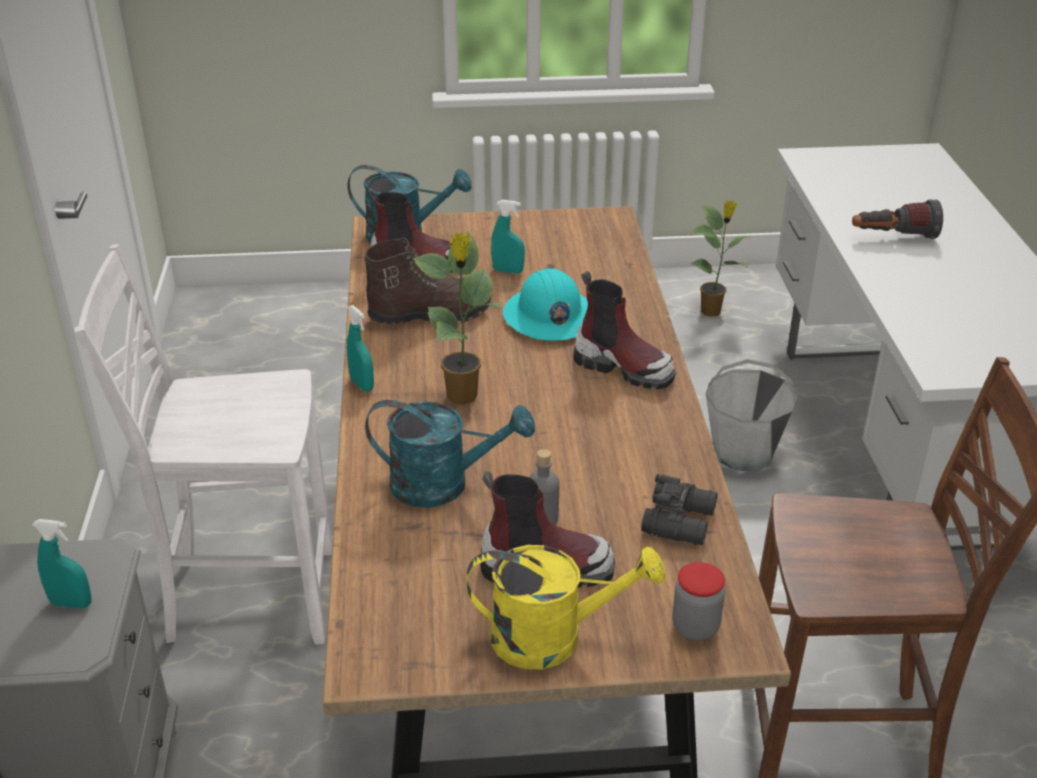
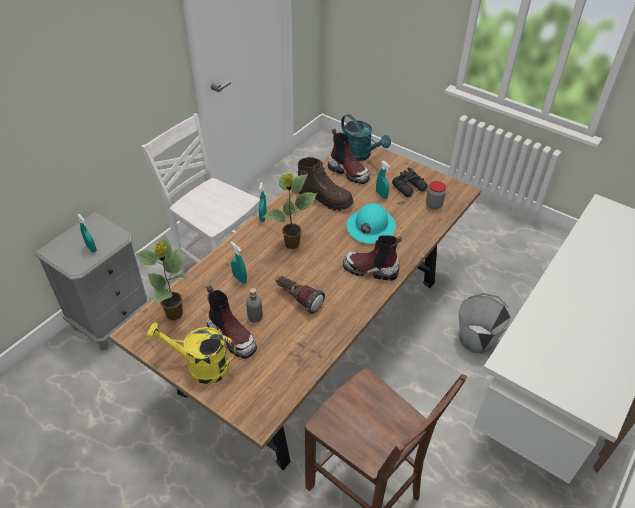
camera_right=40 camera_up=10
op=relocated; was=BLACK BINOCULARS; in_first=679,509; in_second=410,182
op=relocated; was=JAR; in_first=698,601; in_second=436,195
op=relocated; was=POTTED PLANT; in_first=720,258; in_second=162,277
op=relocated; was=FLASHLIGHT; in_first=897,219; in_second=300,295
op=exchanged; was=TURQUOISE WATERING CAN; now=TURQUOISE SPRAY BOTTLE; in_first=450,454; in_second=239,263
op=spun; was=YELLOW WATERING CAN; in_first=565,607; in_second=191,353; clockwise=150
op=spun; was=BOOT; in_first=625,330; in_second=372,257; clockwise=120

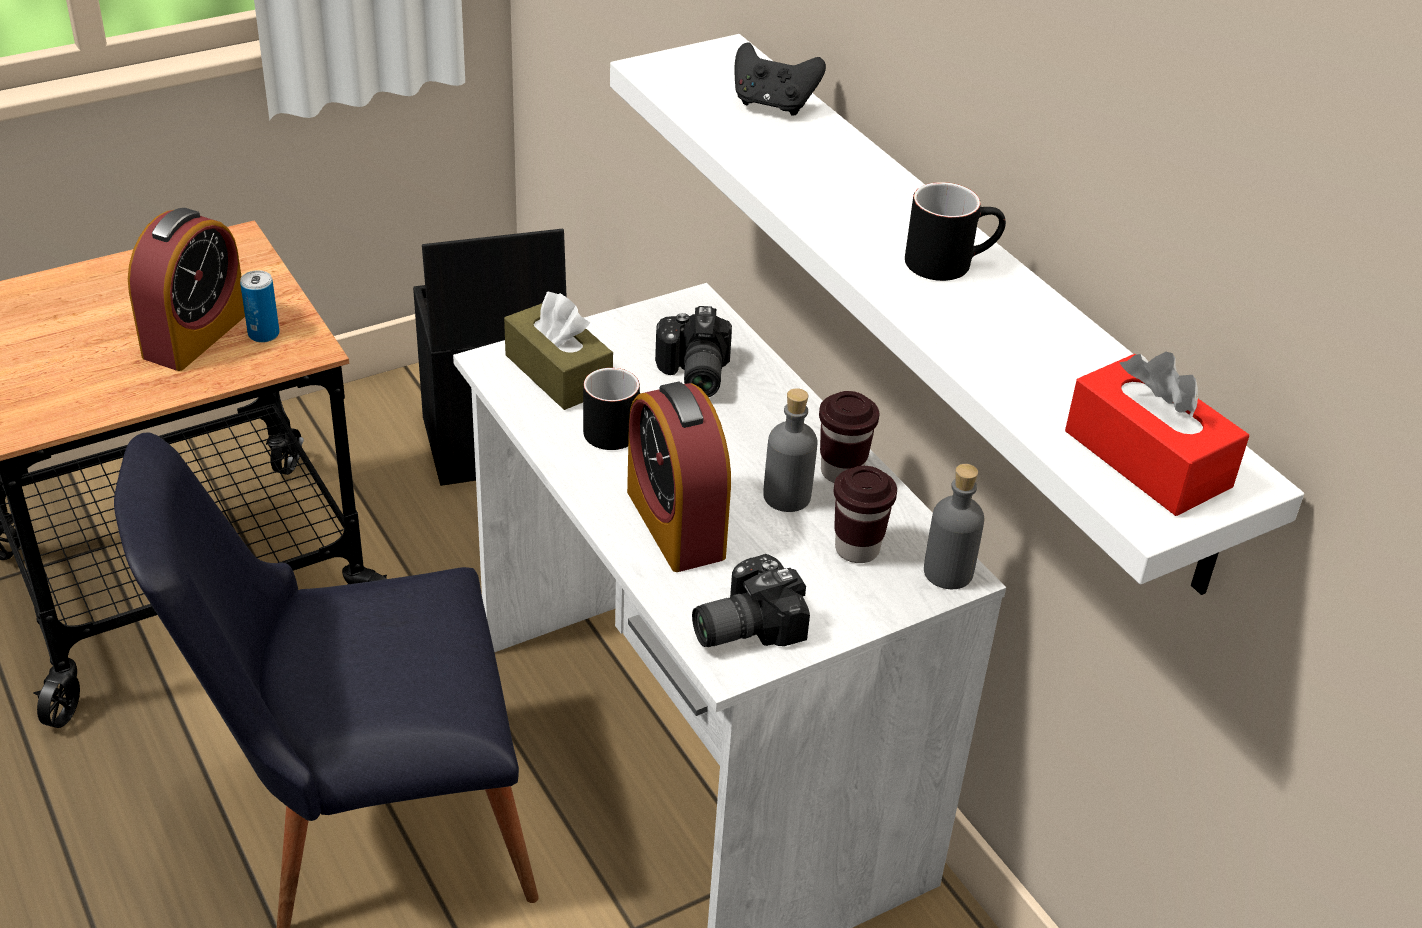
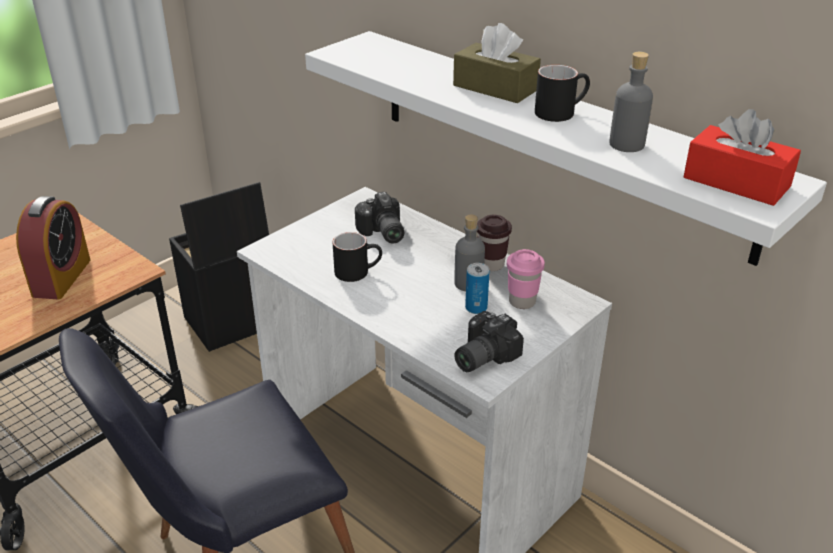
camera_right=-15 camera_up=-5
op=missing; was=ALARM CLOCK; in_first=679,477
op=missing; was=BLACK GAME CONTROLLER; in_first=780,79
op=relocated; was=CAN; in_first=260,306; in_second=477,288
op=relocated; was=BROWN TISSUE BOX; in_first=558,351; in_second=497,63
op=relocated; was=GREY BOTTLE; in_first=954,526; in_second=631,102
op=colour; was=BROWN CUP; now=PINK CUP; in_first=865,514; in_second=526,279

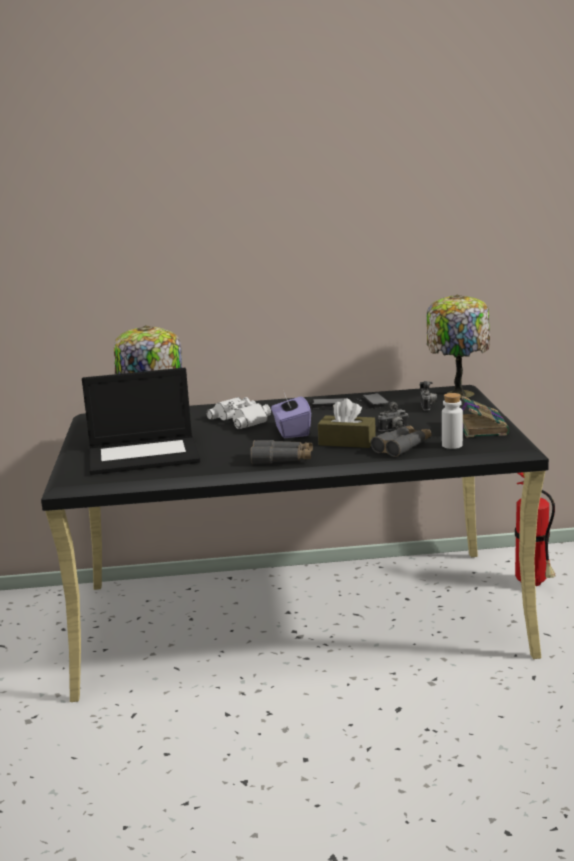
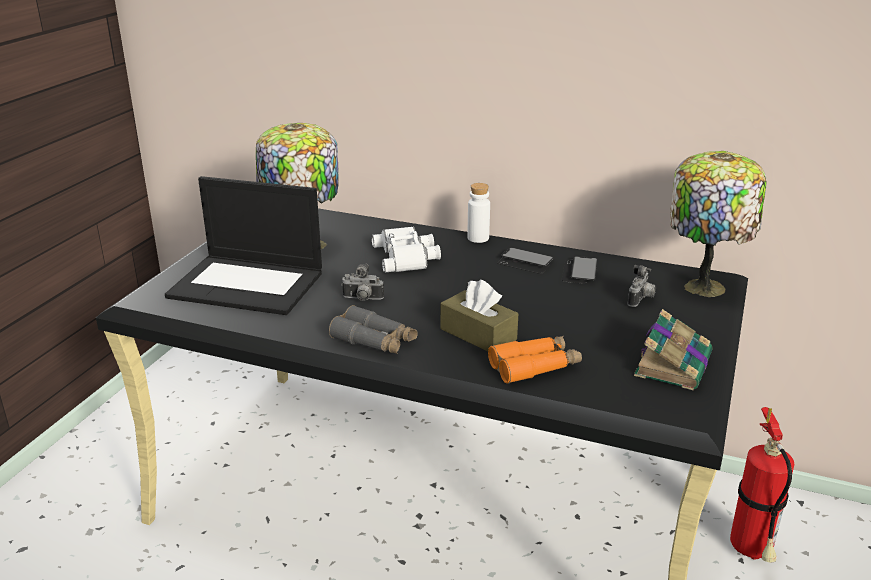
camera_right=25 camera_up=10
op=missing; was=PURPLE TISSUE BOX; in_first=291,415
op=relocated; was=PHOTO CAMERA; in_first=393,417; in_second=362,282
op=relocated; was=WHITE BOTTLE; in_first=452,421; in_second=478,213
op=colour; was=GREY BINOCULARS; now=ORANGE BINOCULARS; in_first=401,441; in_second=535,360

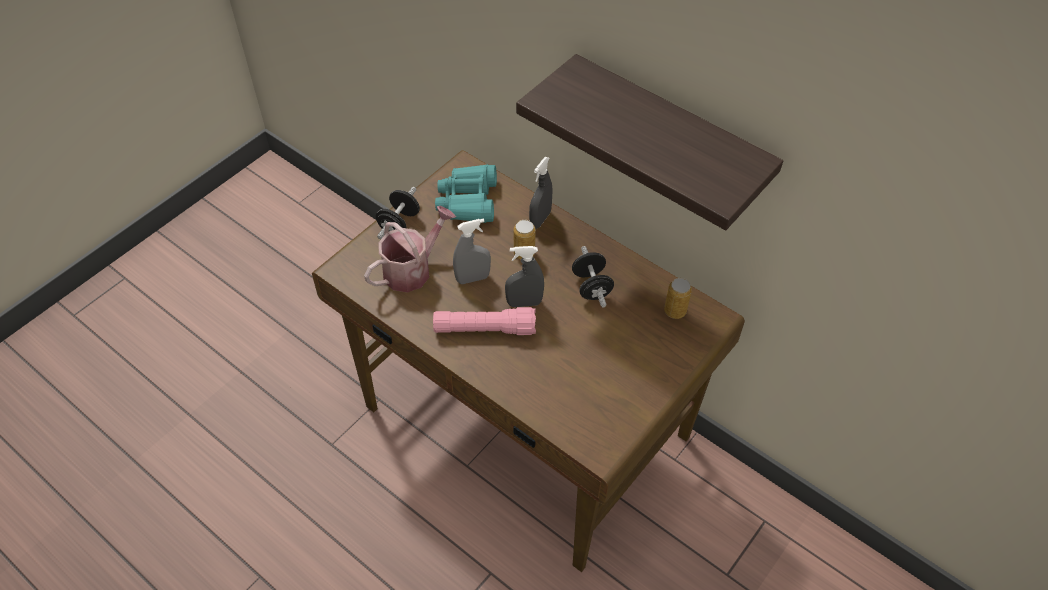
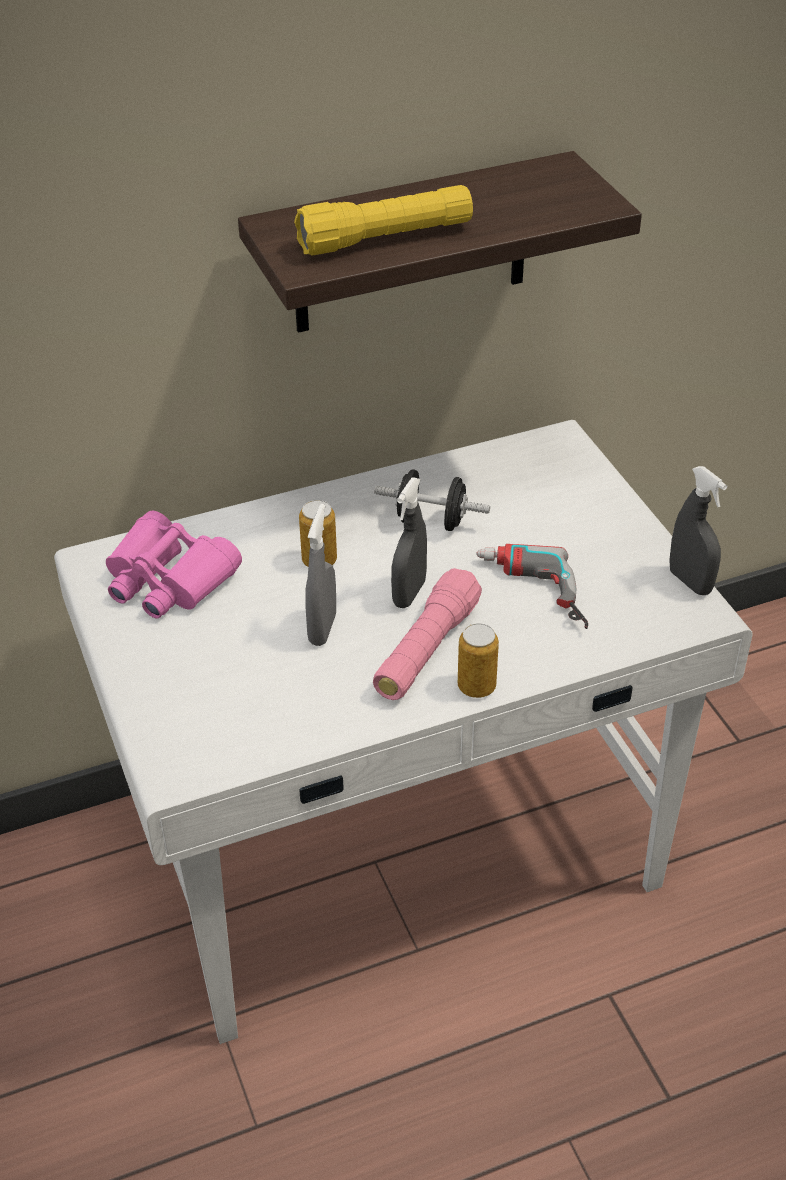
camera_right=-60 camera_up=-10
op=missing; was=WATERING CAN; in_first=410,249
op=missing; was=BLACK DUMBBELL; in_first=398,213
op=appeared; now=YELLOW FLASHLIGHT; in_second=383,220
op=appeared; now=POWER DRILL; in_second=532,586
op=relocated; was=GREY SPRAY BOTTLE; in_first=541,193; in_second=698,530
op=relocated; was=CAN; in_first=678,298; in_second=478,660
op=colour; was=BROWN DESK; now=WHITE DESK; in_first=528,361; in_second=403,732
op=colour; was=TURQUOISE BINOCULARS; now=PINK BINOCULARS; in_first=466,193; in_second=174,564

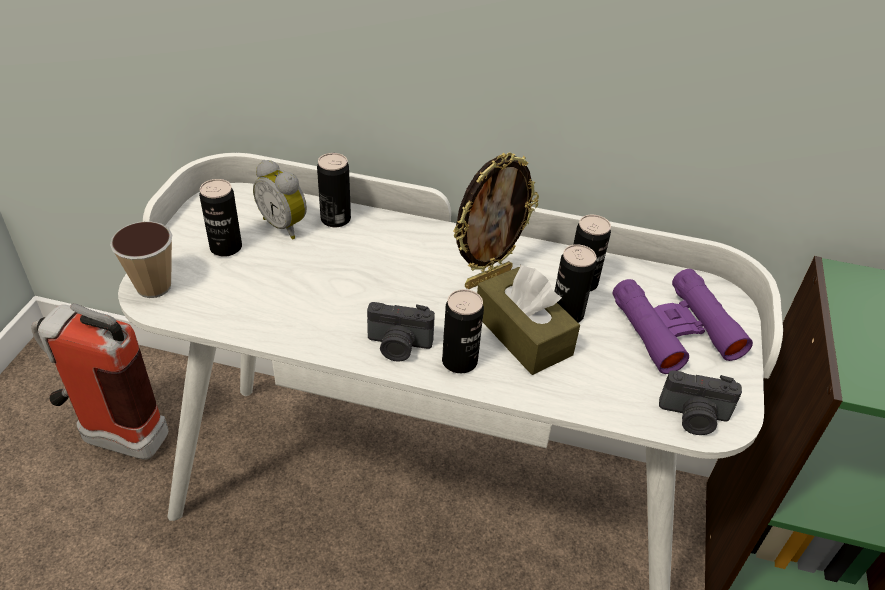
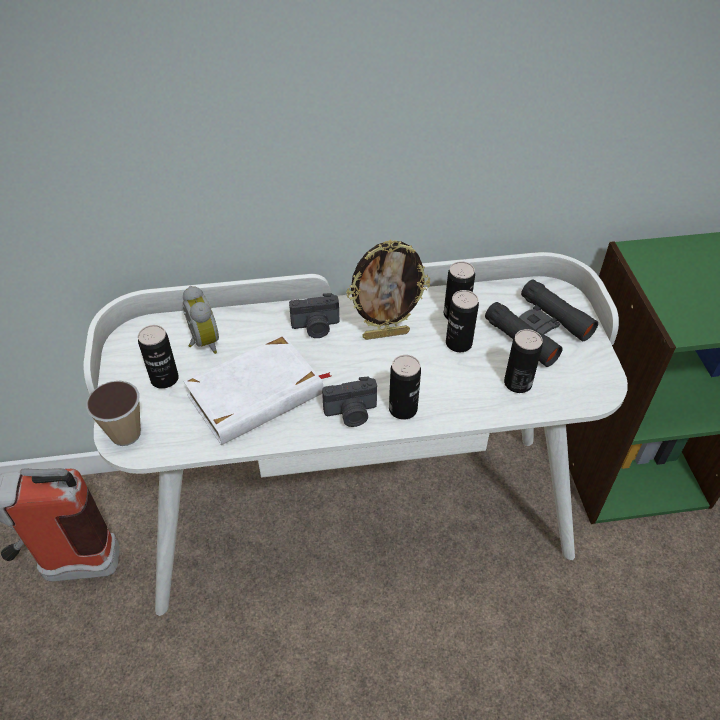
camera_right=-20 camera_up=5
op=missing; was=BROWN TISSUE BOX; in_first=528,319
op=appeared; now=WHITE BOOK; in_second=257,390
op=relocated; was=CAN; in_first=334,190; in_second=523,361
op=relocated; was=PHOTO CAMERA; in_first=700,402; in_second=314,315
op=colour; was=PURPLE BINOCULARS; now=BLACK BINOCULARS; in_first=683,321; in_second=541,323
op=spun; was=ALARM CLOCK; in_first=280,199; in_second=201,320; clockwise=-135
op=spun; was=PICTURE FRAME; in_first=496,220; in_second=388,290; clockwise=45

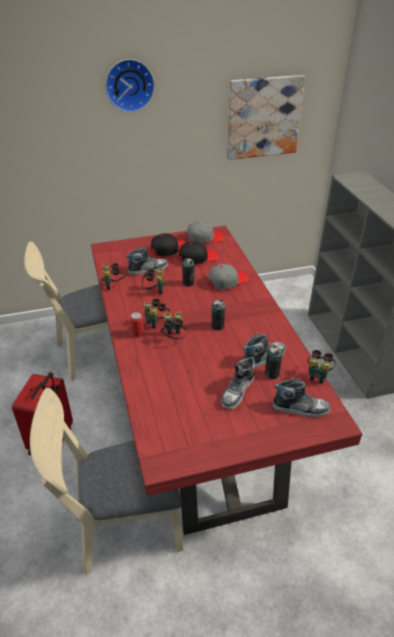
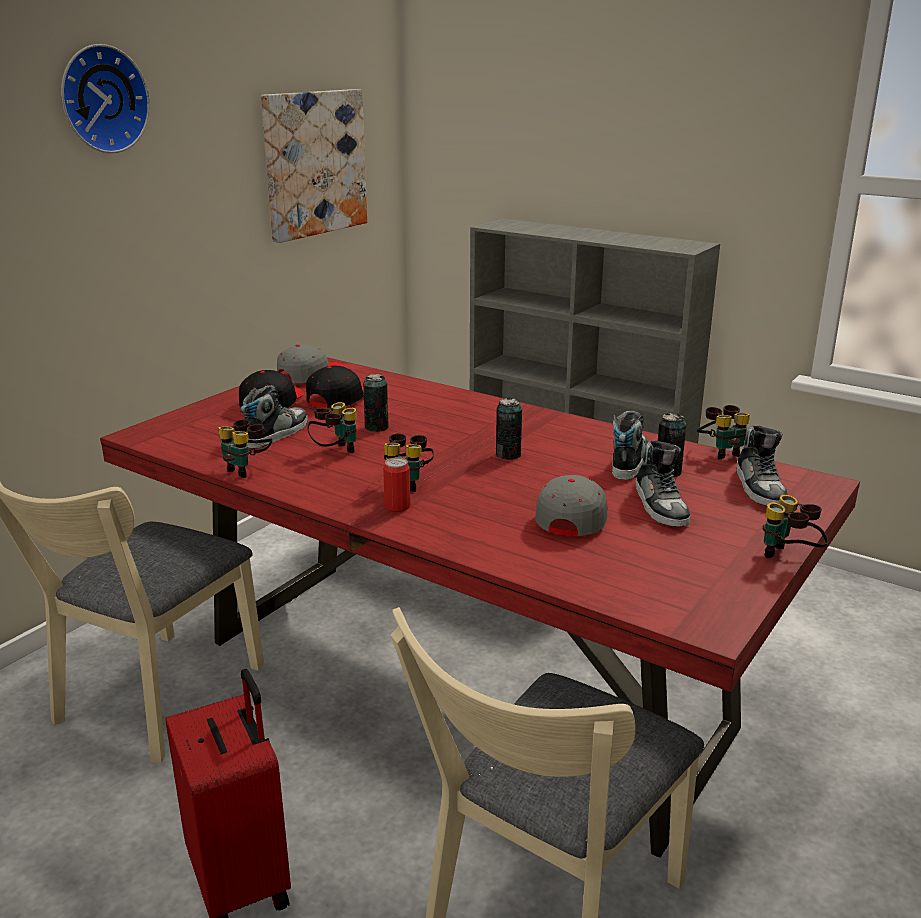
camera_right=-40 camera_up=-15
op=relocated; was=BINOCULARS; in_first=174,325; in_second=795,526
op=relocated; was=GREY CAP; in_first=228,277; in_second=571,505
op=spun; was=SHOE; in_first=302,397; in_second=762,465; clockwise=120

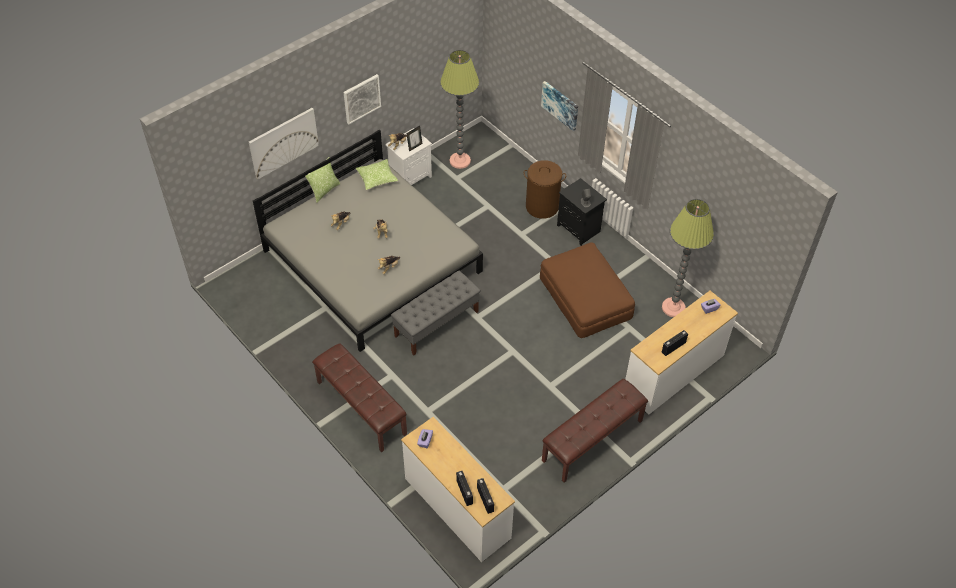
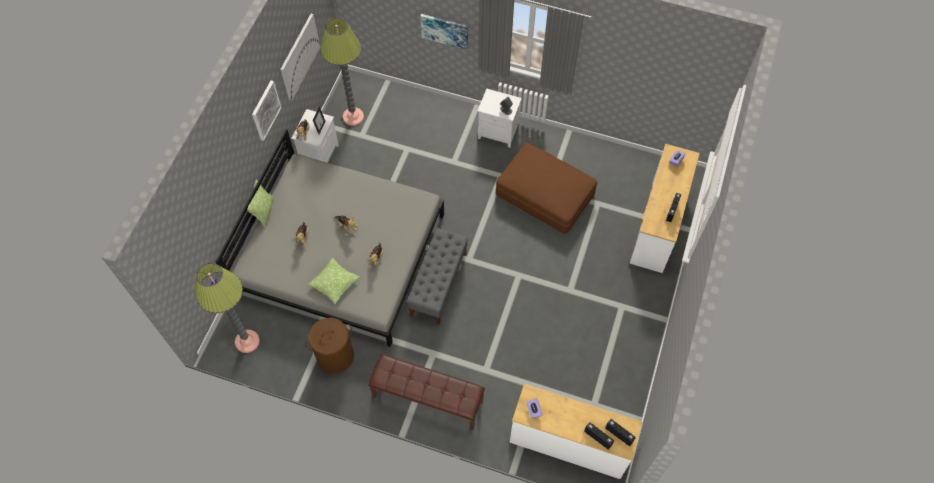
camera_right=-30 camera_up=10
op=missing; was=BROWN BENCH; in_first=595,431
op=relocated; was=PICTURE; in_first=284,143; in_second=300,57
op=relocated; was=PILLOW; in_first=377,174; in_second=333,281
op=relocated; was=BROWN LAUNDRY BASKET; in_first=545,189; in_second=329,346
op=relocated; was=FLOOR LAMP; in_first=688,258; in_second=228,308
op=colour; was=BLACK NIGHTSTAND; now=WHITE NIGHTSTAND; in_first=582,212; in_second=499,118

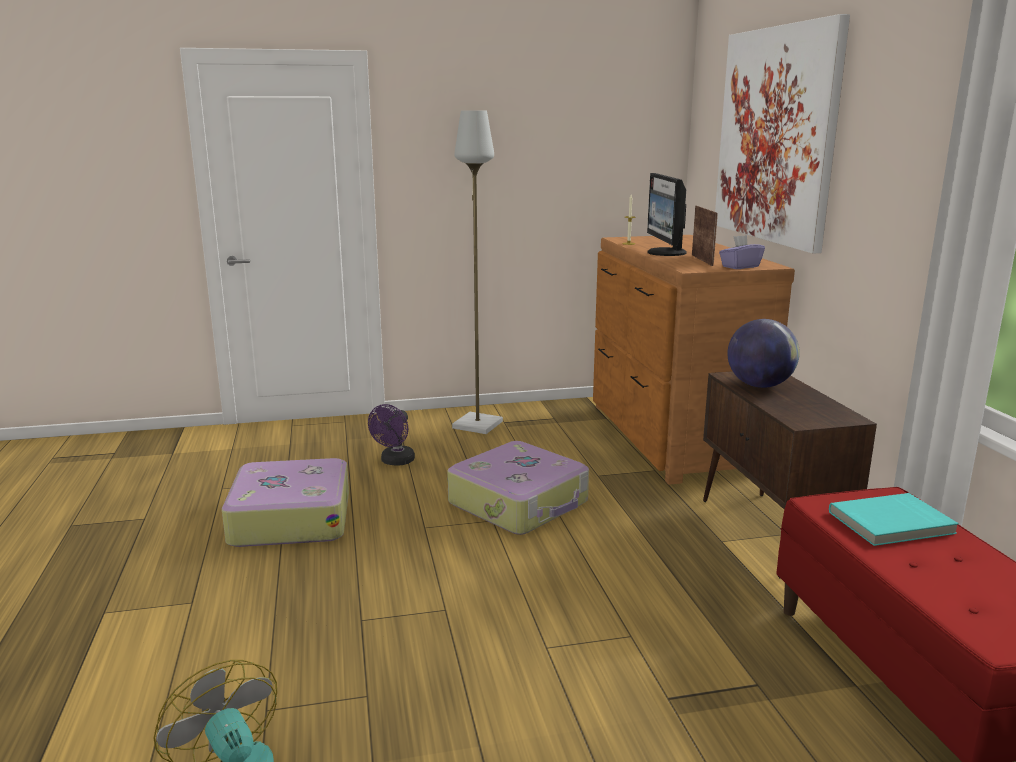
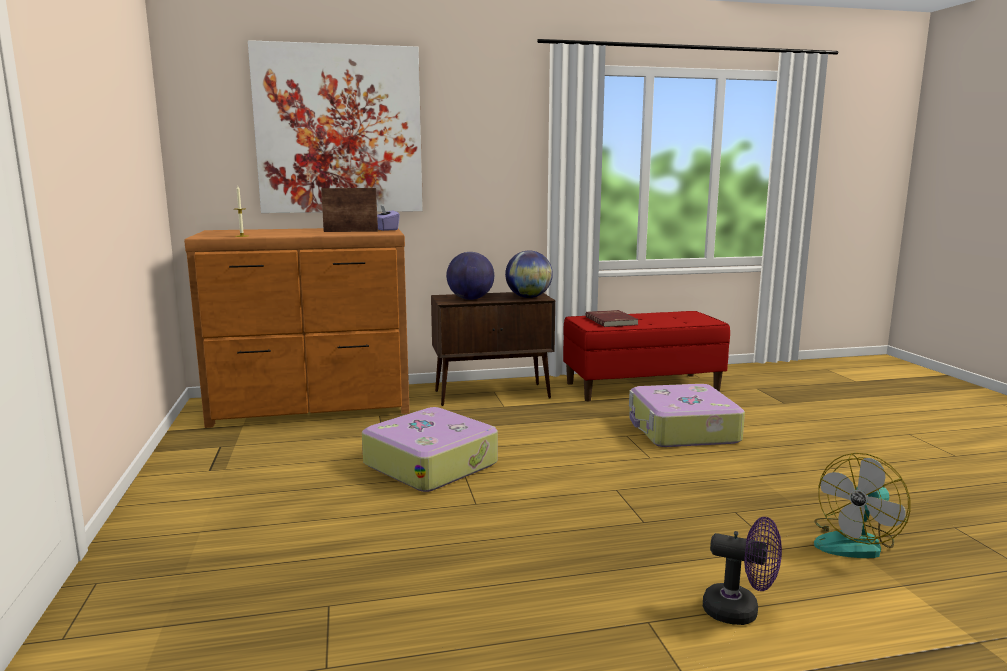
camera_right=-90 camera_up=-5
op=missing; was=GREY FLOOR LAMP; in_first=477,272
op=missing; was=MONITOR; in_first=667,214
op=appeared; now=GLOBE; in_second=529,274
op=relocated; was=SUITCASE; in_first=285,502; in_second=687,415
op=relocated; was=PURPLE FAN; in_first=391,435; in_second=742,571
op=colour; was=TURQUOISE BOOK; now=RED BOOK; in_first=894,519; in_second=612,318

